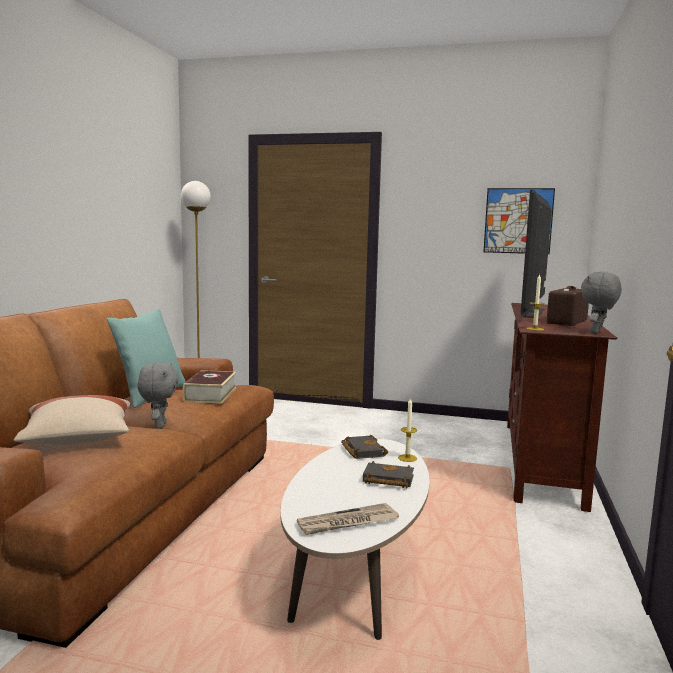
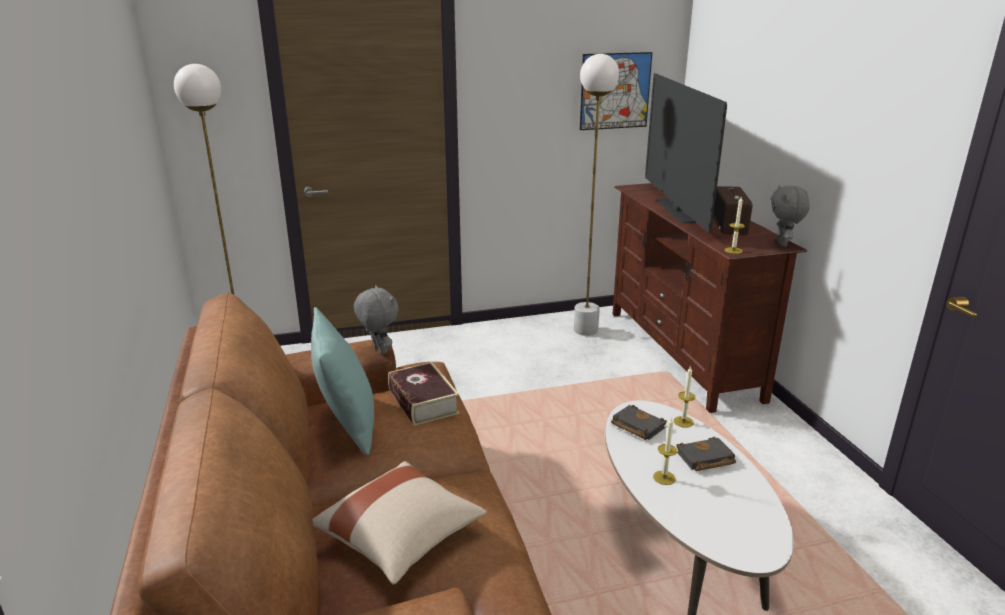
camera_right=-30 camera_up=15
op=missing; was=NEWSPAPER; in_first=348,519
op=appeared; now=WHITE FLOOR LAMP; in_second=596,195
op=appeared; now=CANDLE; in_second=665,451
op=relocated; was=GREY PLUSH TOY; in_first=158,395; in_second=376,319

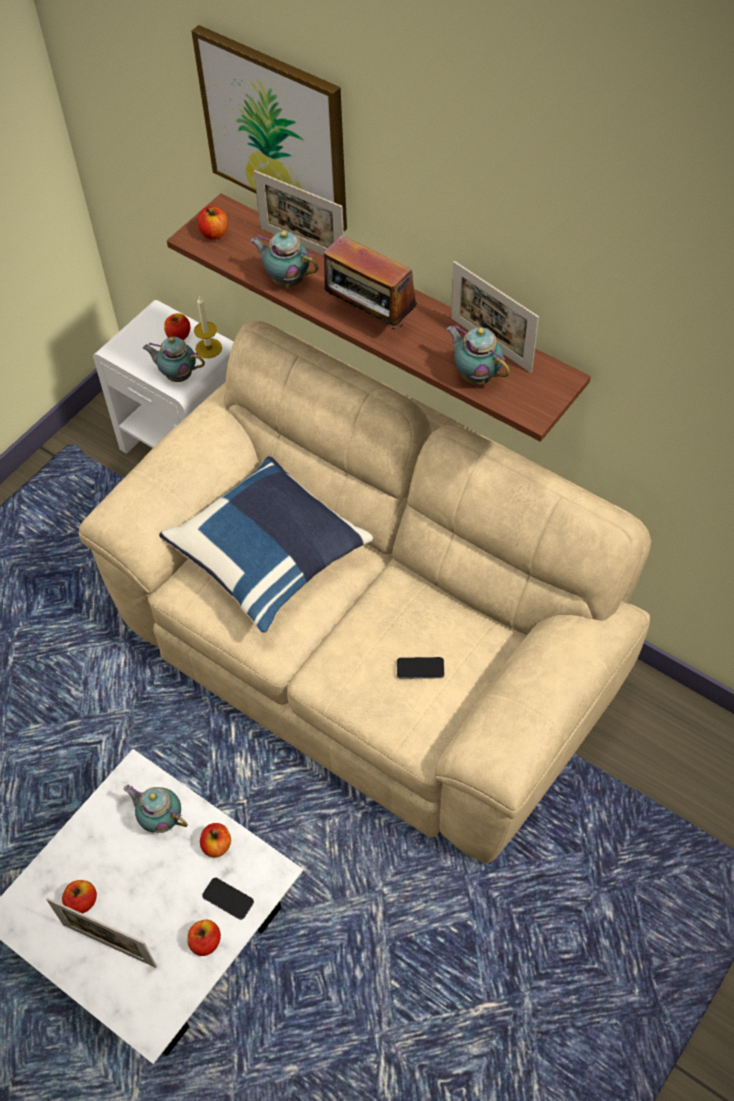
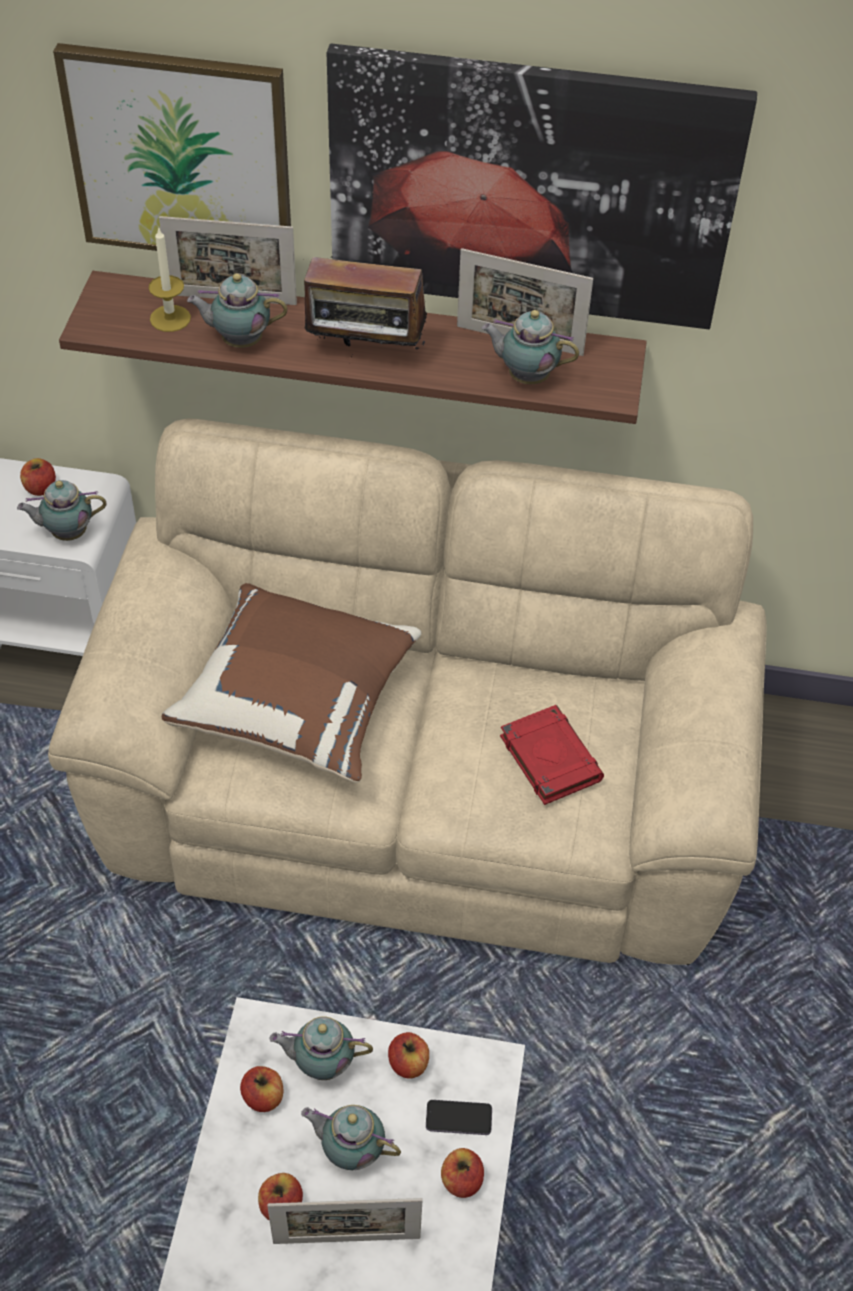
camera_right=-30 camera_up=-5
op=appeared; now=TEAPOT; in_second=351,1137
op=appeared; now=PICTURE; in_second=541,186
op=relocated; was=CANDLE; in_first=208,327; in_second=169,279
op=relocated; was=APPLE; in_first=213,223; in_second=261,1089
op=exchanged; was=PHONE; now=RED BOOK; in_first=420,668; in_second=552,755
op=colour; was=BLUE PILLOW; now=BROWN PILLOW; in_first=266,544; in_second=292,683

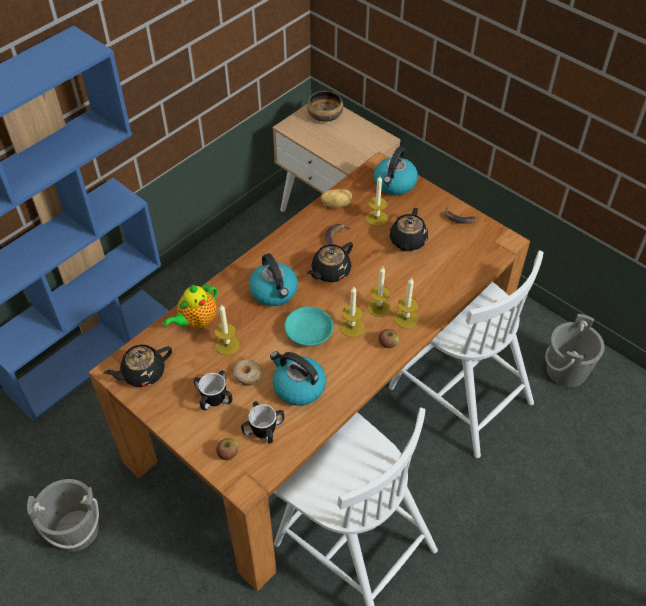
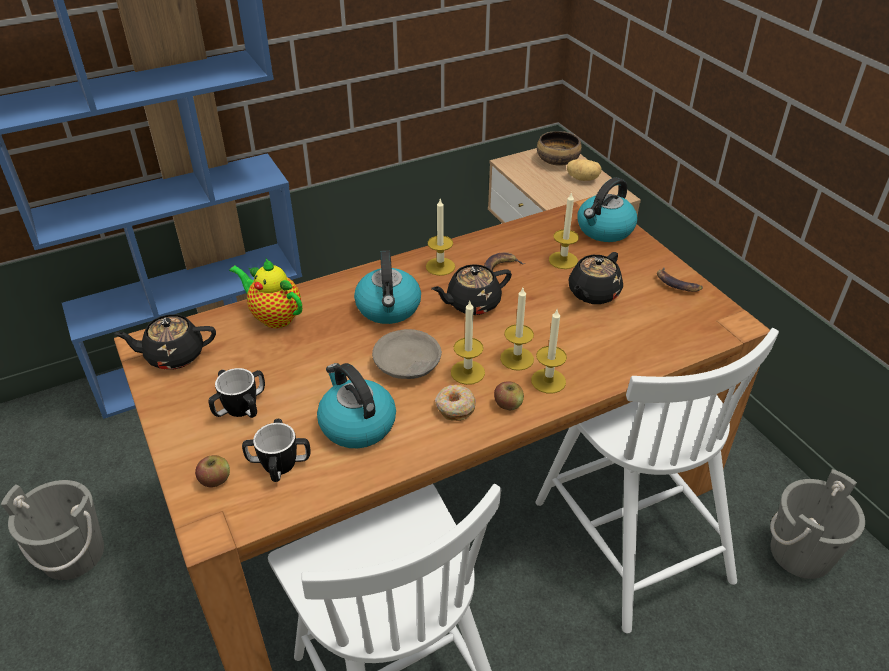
camera_right=20 camera_up=-10
op=relocated; was=CANDLE; in_first=227,329; in_second=440,237
op=relocated; was=DONUT; in_first=248,372; in_second=455,403
op=relocated; was=POTATO; in_first=336,198; in_second=584,170
op=colour; was=TURQUOISE BOWL; now=GREY BOWL; in_first=309,326; in_second=407,354
op=spun; was=TEAPOT; in_first=190,306; in_second=265,293; clockwise=60

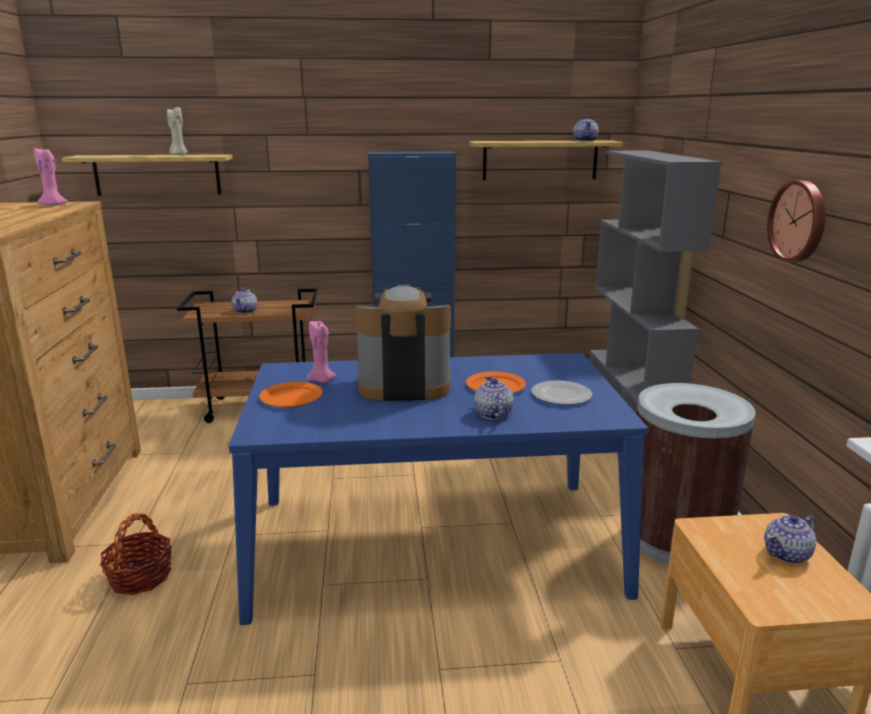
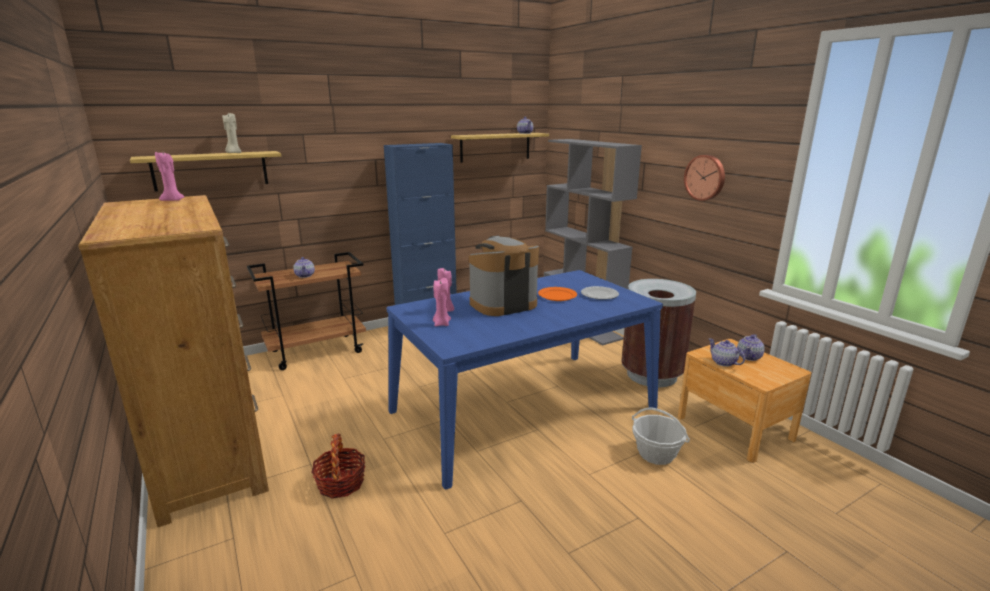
camera_right=-25 camera_up=0
op=appeared; now=BASKET; in_second=661,436
op=relocated; was=TEAPOT; in_first=494,398; in_second=727,353
op=exchanged; was=ORANGE PLATE; now=PINK CANDLE; in_first=291,395; in_second=442,302

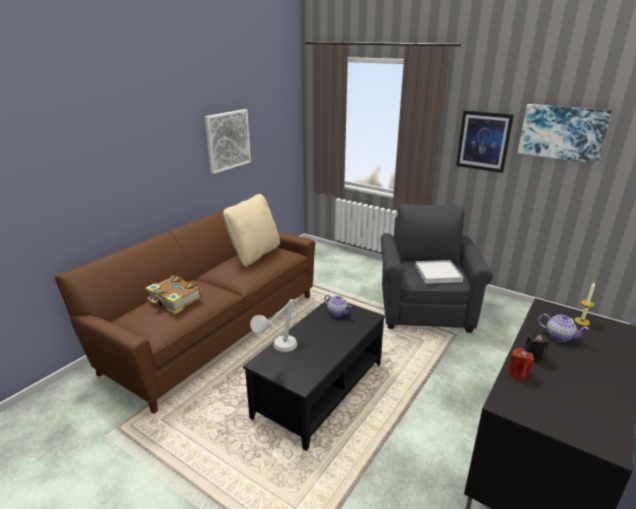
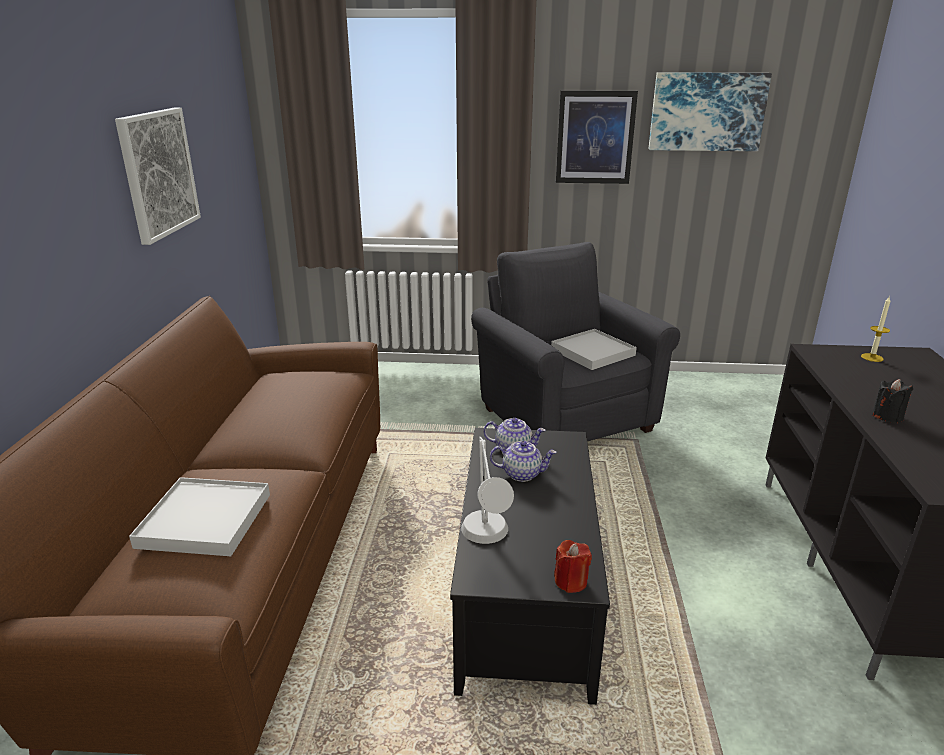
camera_right=-30 camera_up=0
op=missing; was=BEIGE PILLOW; in_first=251,230
op=relocated; was=RED CANDLE; in_first=521,364; in_second=573,566
op=relocated; was=TEAPOT; in_first=563,328; in_second=523,461
op=exchanged; was=BOOK; now=WHITE TRAY; in_first=173,295; in_second=199,516

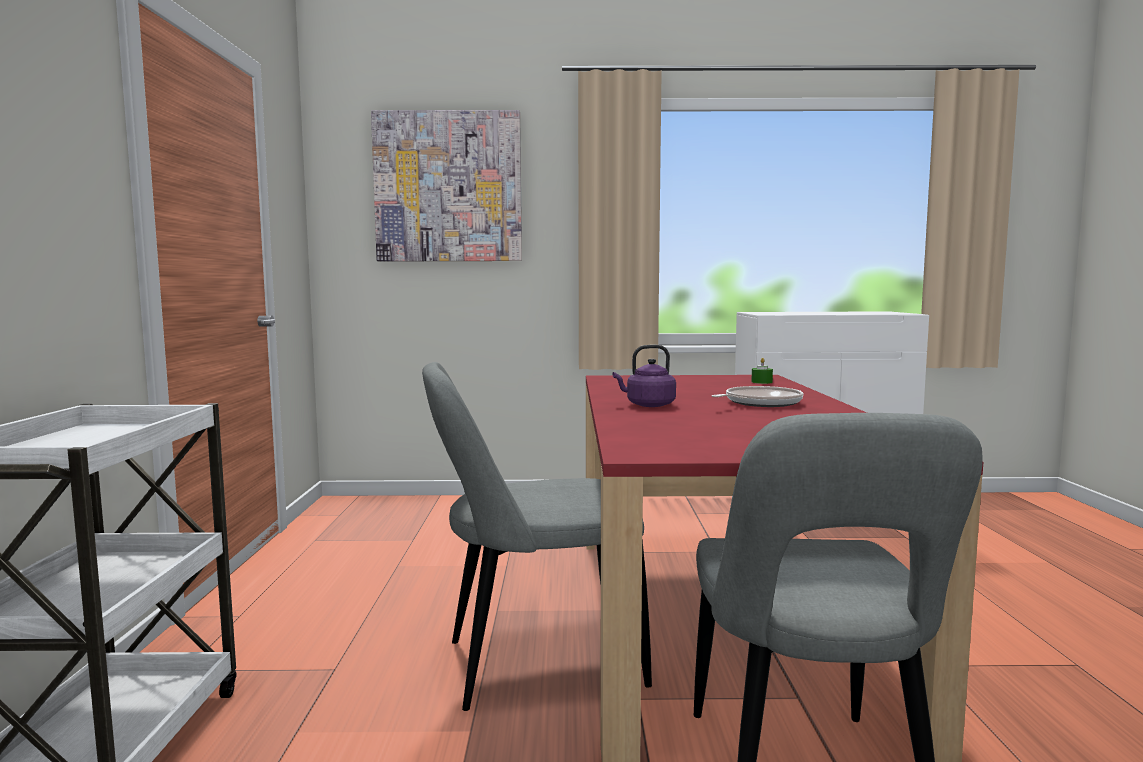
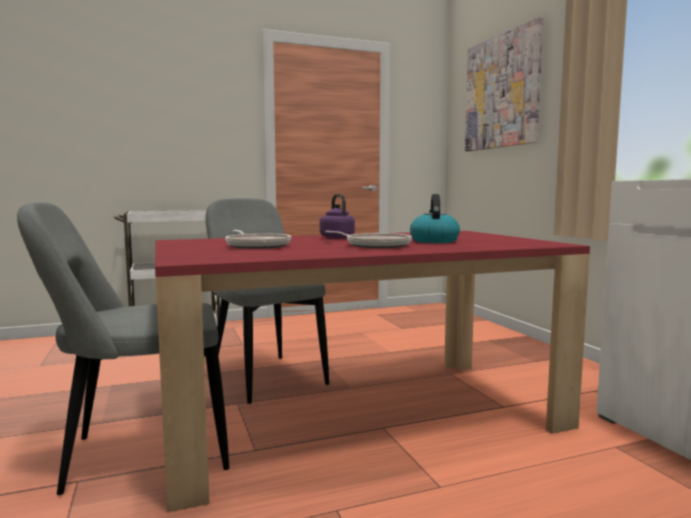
camera_right=70 camera_up=0
op=missing; was=GREEN CANDLE; in_first=762,371
op=appeared; now=FRYING PAN; in_second=258,239
op=appeared; now=KETTLE; in_second=435,218

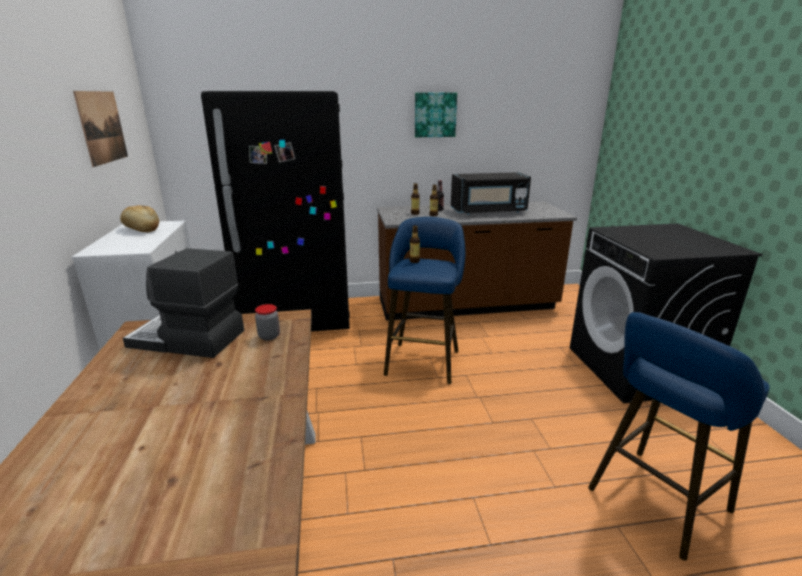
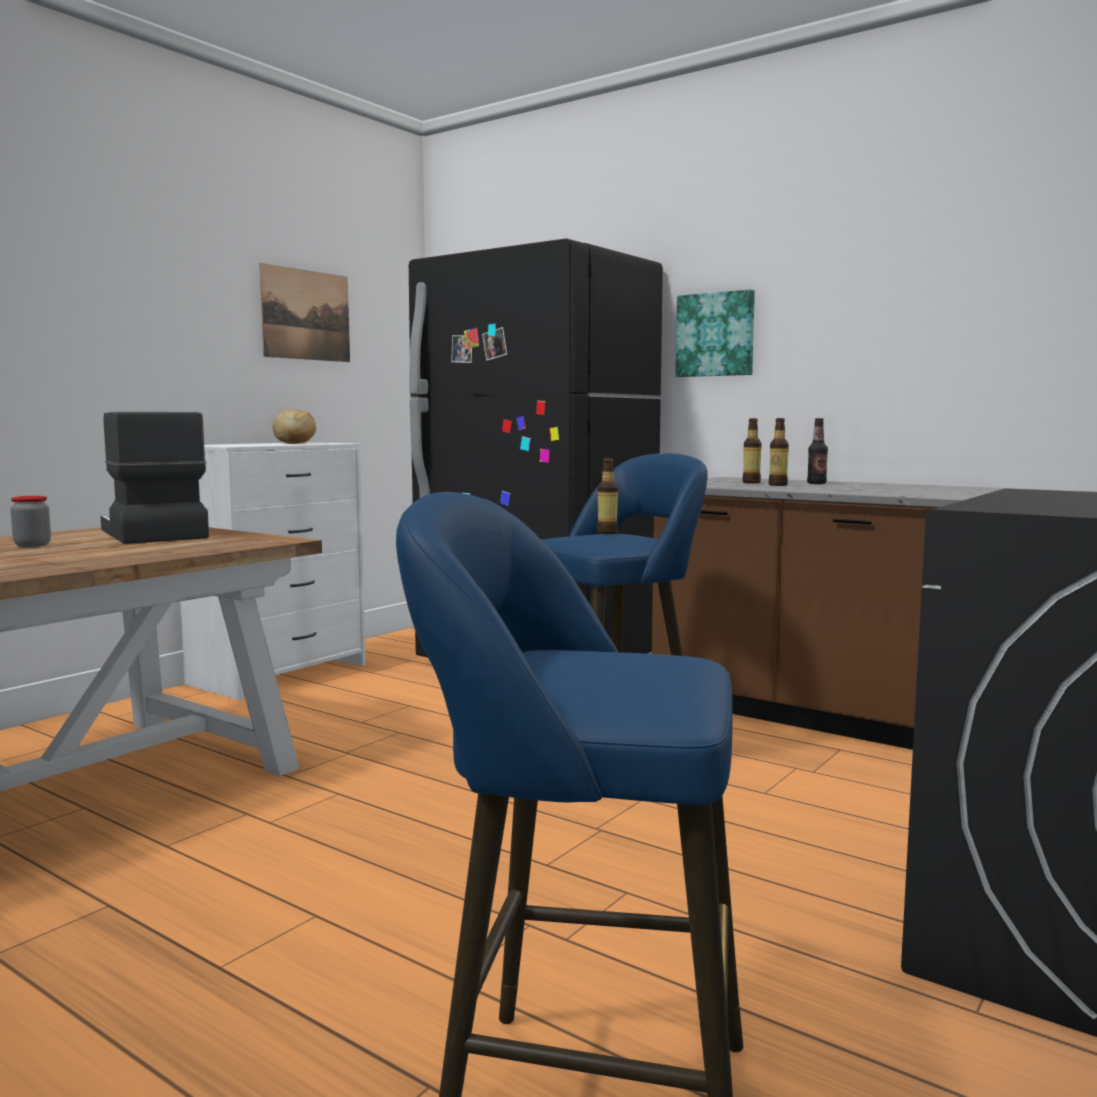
camera_right=45 camera_up=-15
op=missing; was=BLACK MICROWAVE; in_first=491,193
op=relocated; was=JAR; in_first=267,322; in_second=30,521
op=relocated; was=PICTURE; in_first=436,115; in_second=715,333

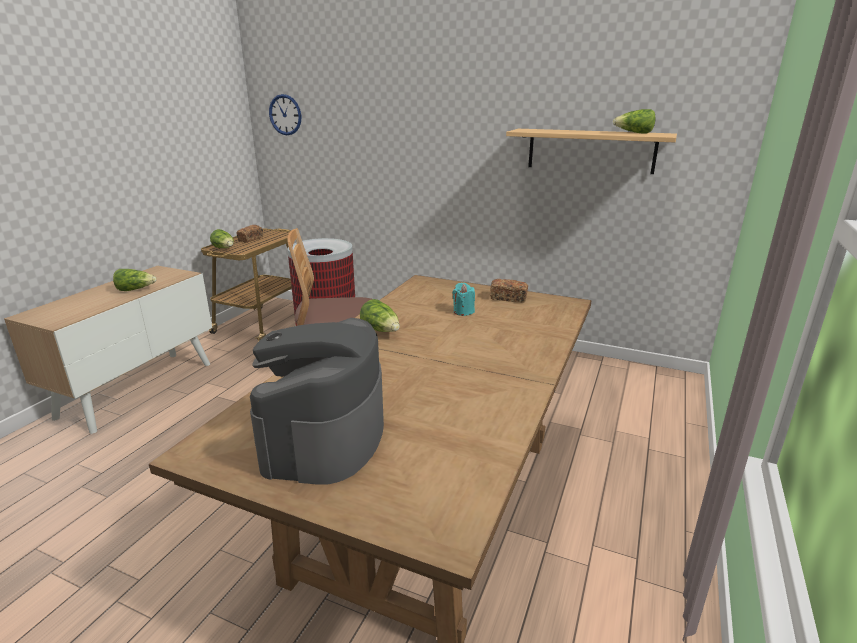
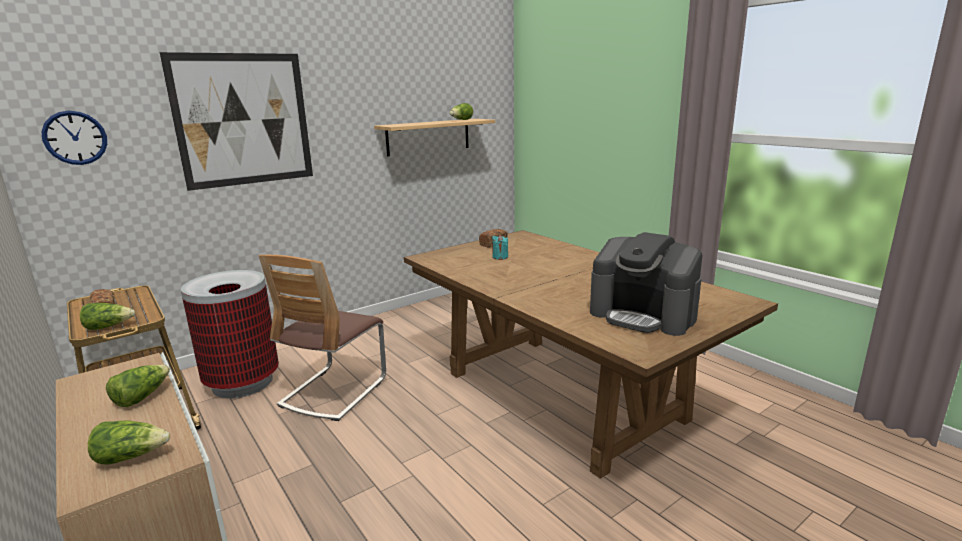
camera_right=-60 camera_up=-5
op=appeared; now=PICTURE; in_second=236,121
op=relocated; was=LETTUCE; in_first=380,315; in_second=129,443

